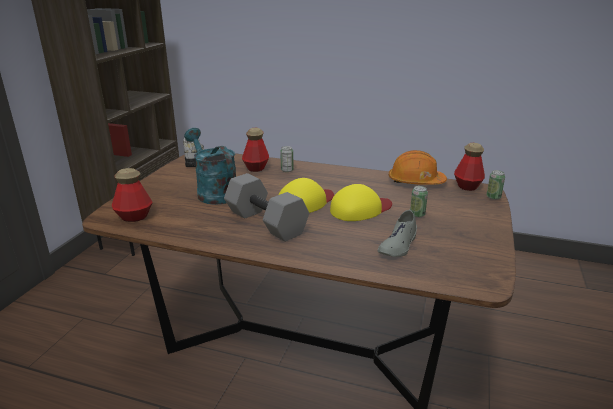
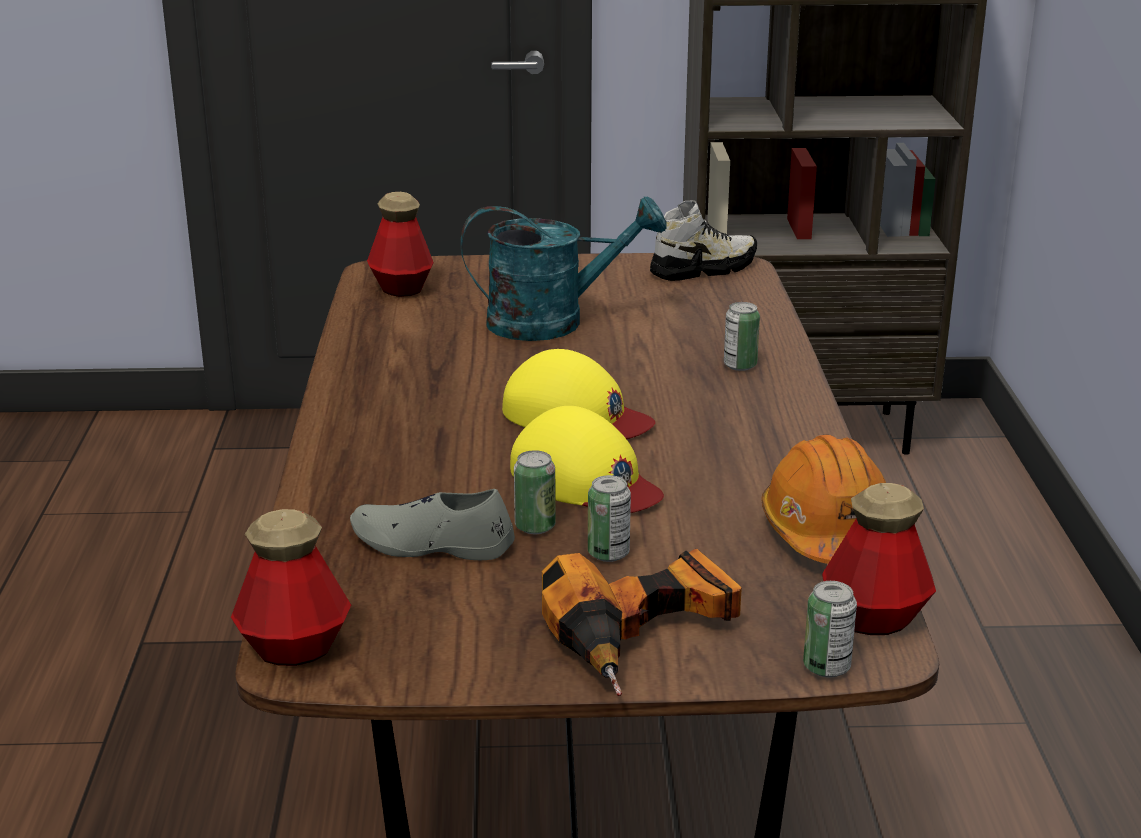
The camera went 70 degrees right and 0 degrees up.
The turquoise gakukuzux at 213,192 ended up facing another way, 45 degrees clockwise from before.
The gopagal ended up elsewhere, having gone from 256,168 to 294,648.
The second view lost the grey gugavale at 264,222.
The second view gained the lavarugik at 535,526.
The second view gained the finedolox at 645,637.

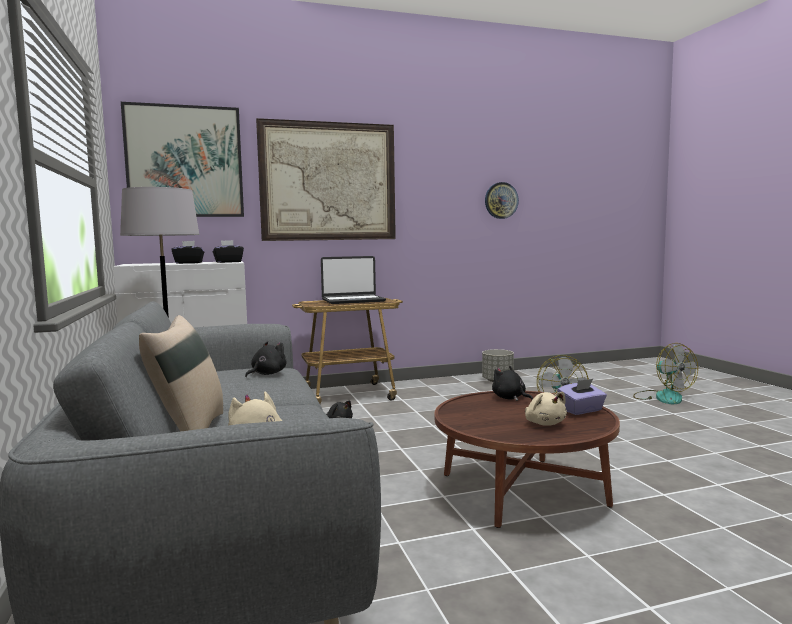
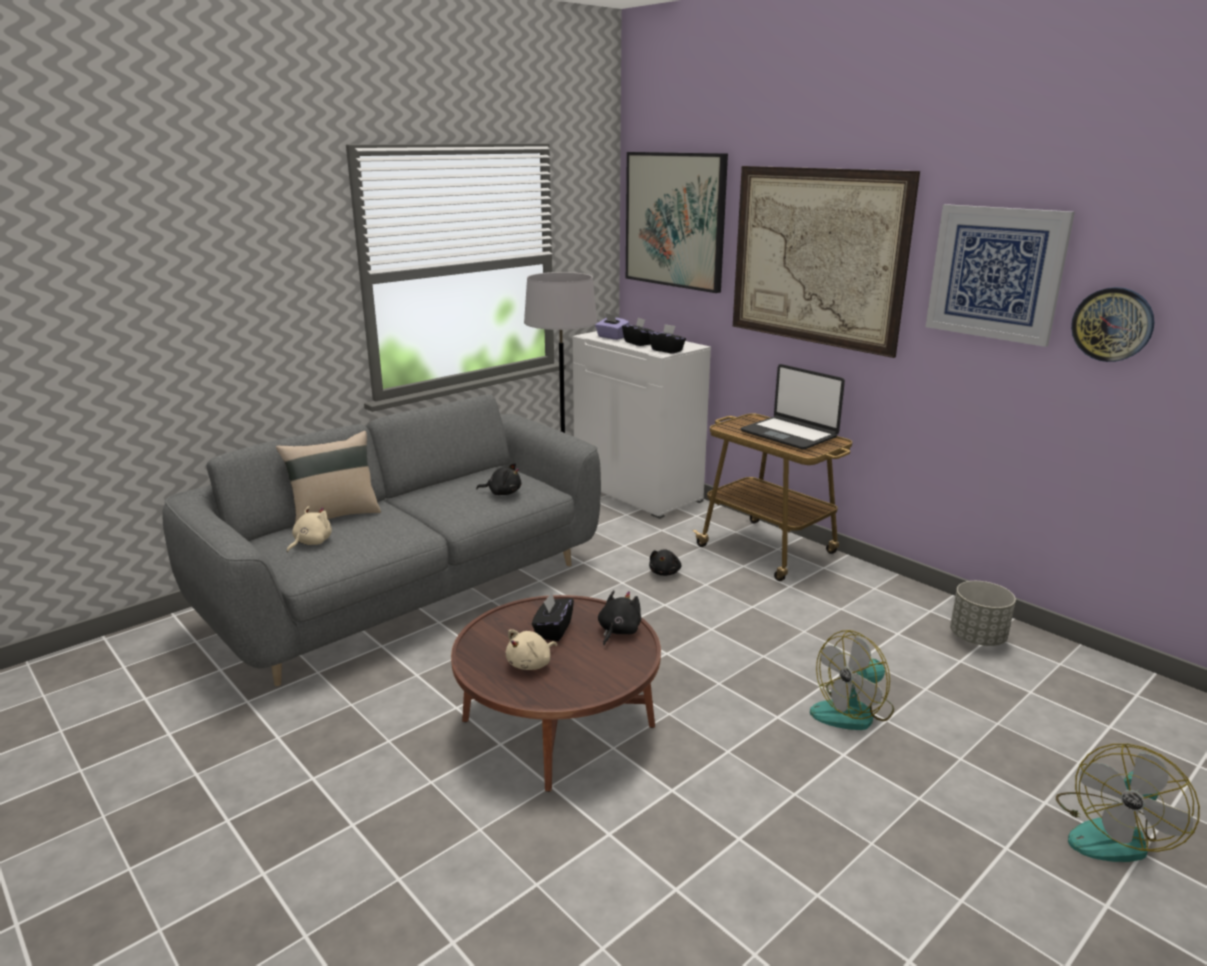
The camera went 65 degrees right and 15 degrees up.
The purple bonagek ended up elsewhere, having gone from 581,410 to 611,337.
The second view gained the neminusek at 995,273.
The second view gained the black bonagek at 553,630.

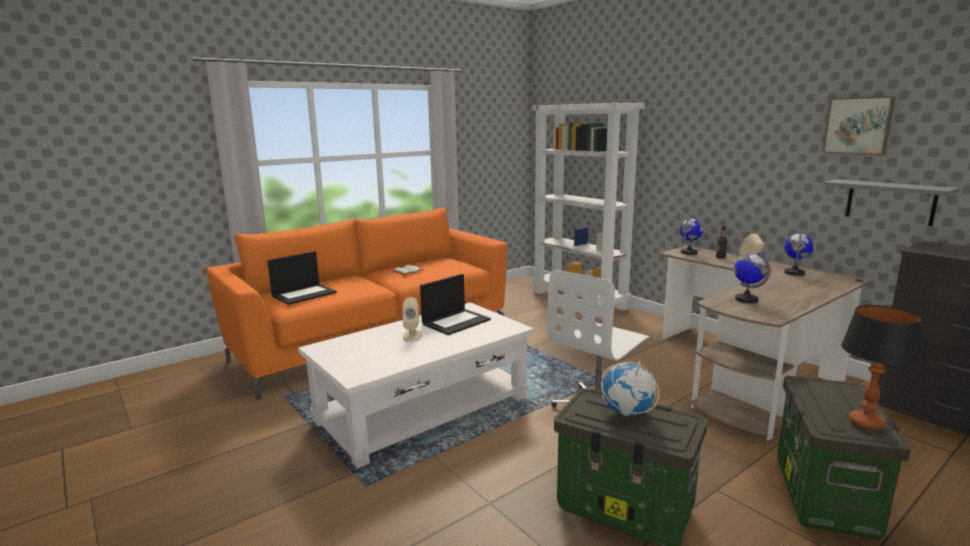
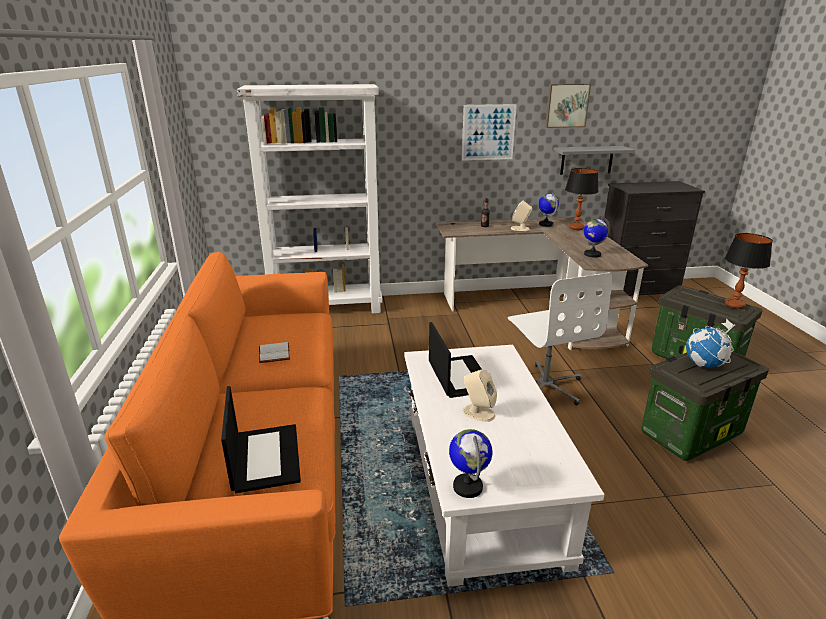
The camera went 60 degrees left and 10 degrees up.
The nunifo ended up elsewhere, having gone from 689,252 to 468,486.
The second view gained the neminusek at 488,132.
The second view gained the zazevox at 576,228.

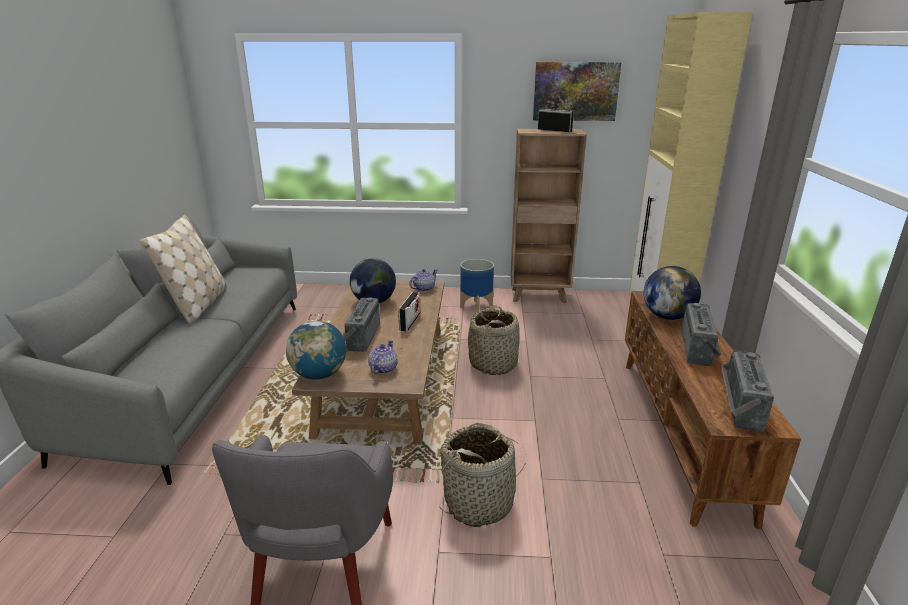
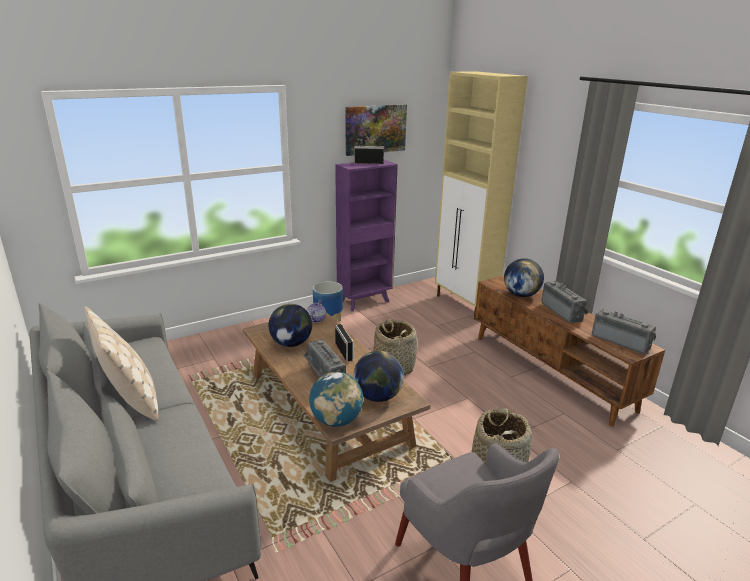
The camera went 35 degrees left and 0 degrees up.
What was the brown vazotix at 540,296 turned into the purple vazotix at 365,301.
Where the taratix stood at 382,369, the nunifo came to stand at 377,397.
The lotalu at 737,405 ended up facing another way, 150 degrees clockwise from before.

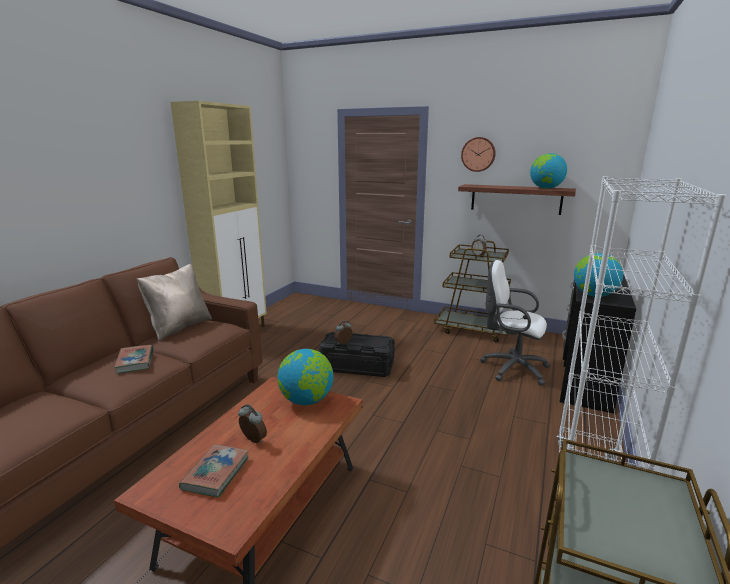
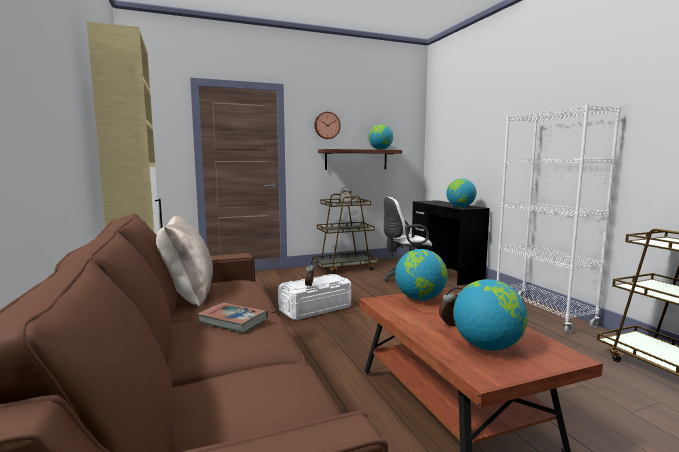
The camera went 45 degrees left and 10 degrees down.
What was the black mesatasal at 357,366 turned into the white mesatasal at 315,309.
Where the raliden stood at 216,473, the nunifo came to stand at 487,346.

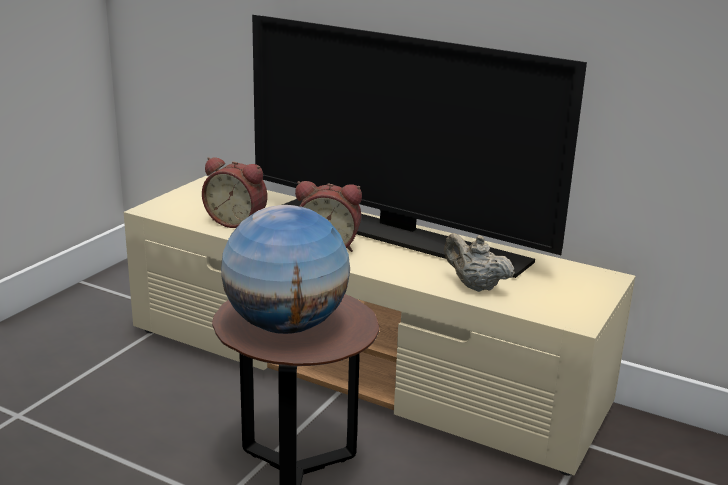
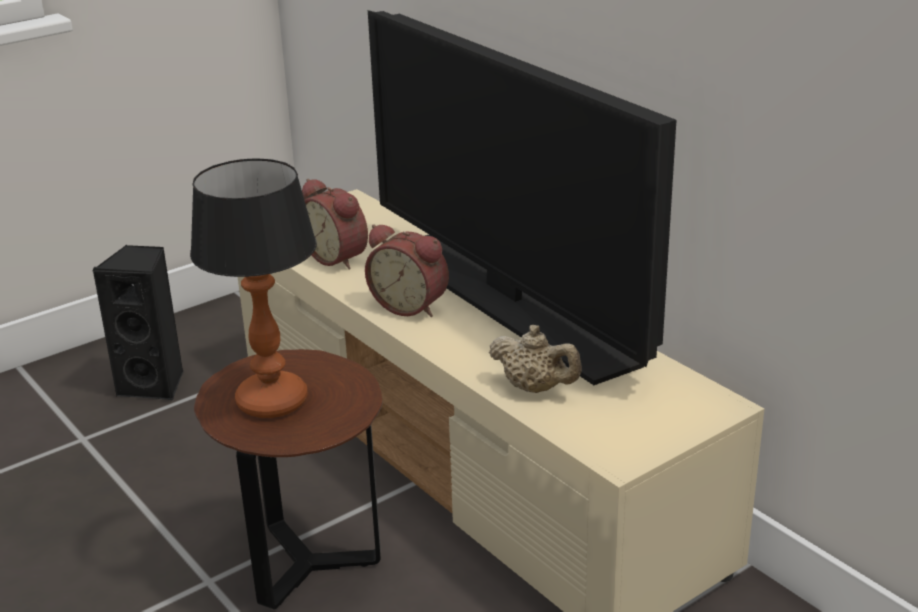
The camera went 25 degrees right and 5 degrees up.
Where the nunifo stood at 286,325, the zazevox came to stand at 271,402.
The beige taratix at 475,286 ended up facing another way, 150 degrees clockwise from before.
The second view gained the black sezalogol at 155,384.

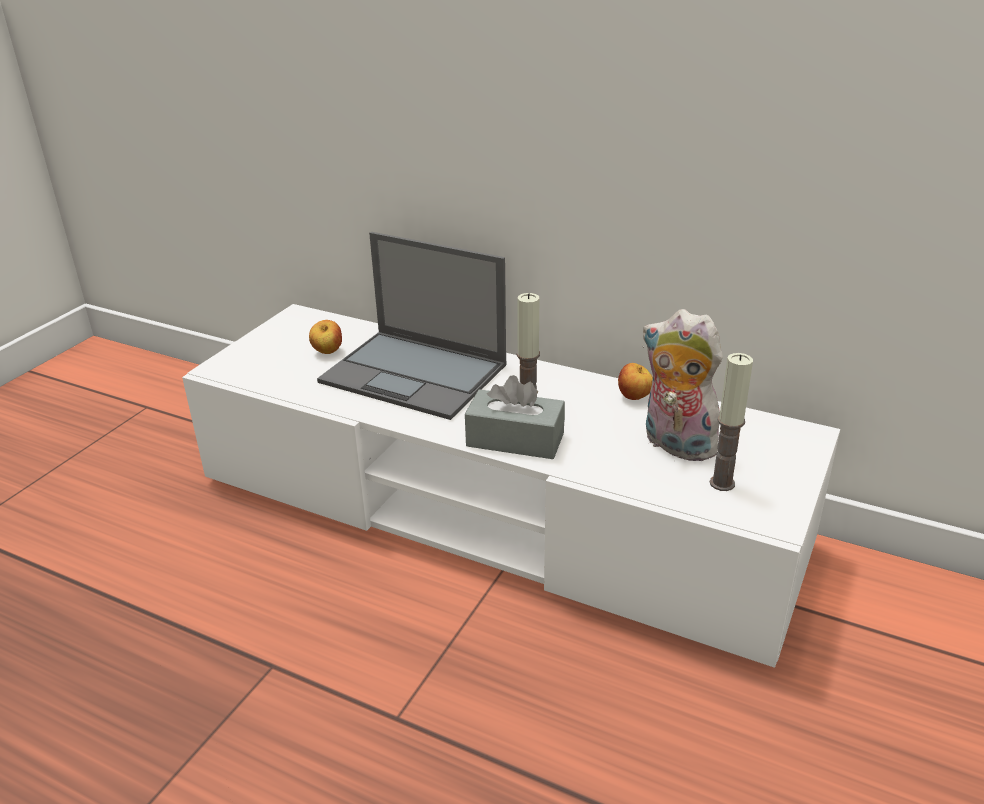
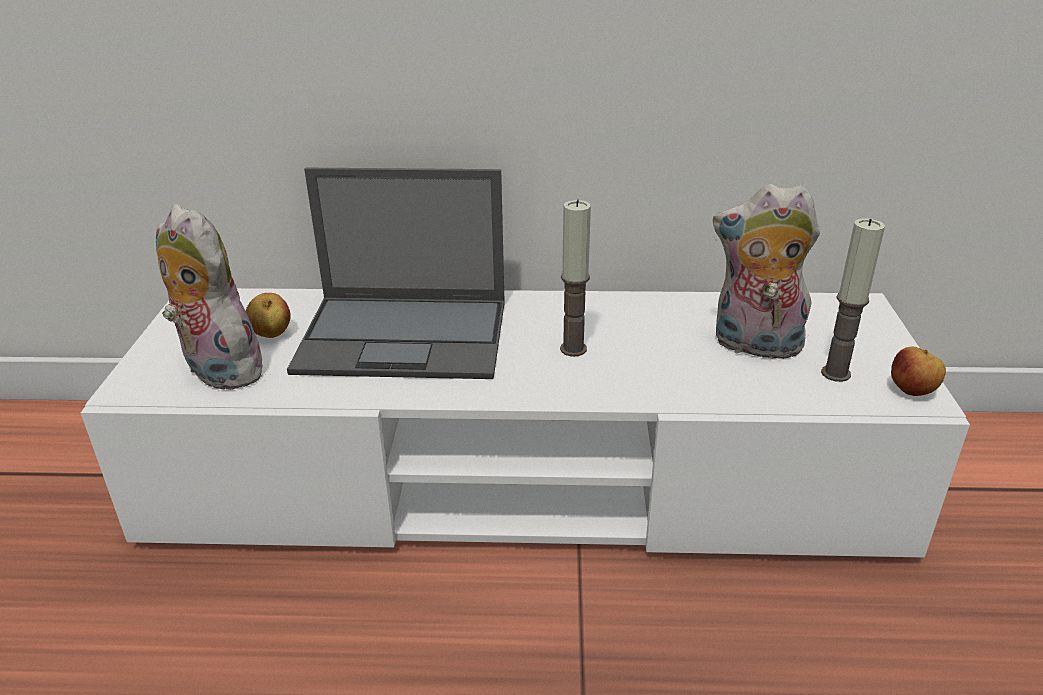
The camera went 25 degrees left and 0 degrees up.
The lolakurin ended up elsewhere, having gone from 634,398 to 912,392.
The second view lost the grey bonagek at 515,440.
The second view gained the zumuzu at 217,371.

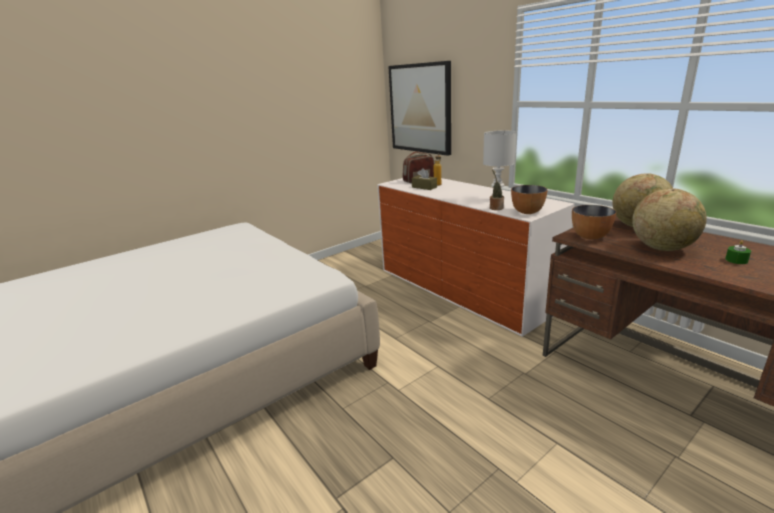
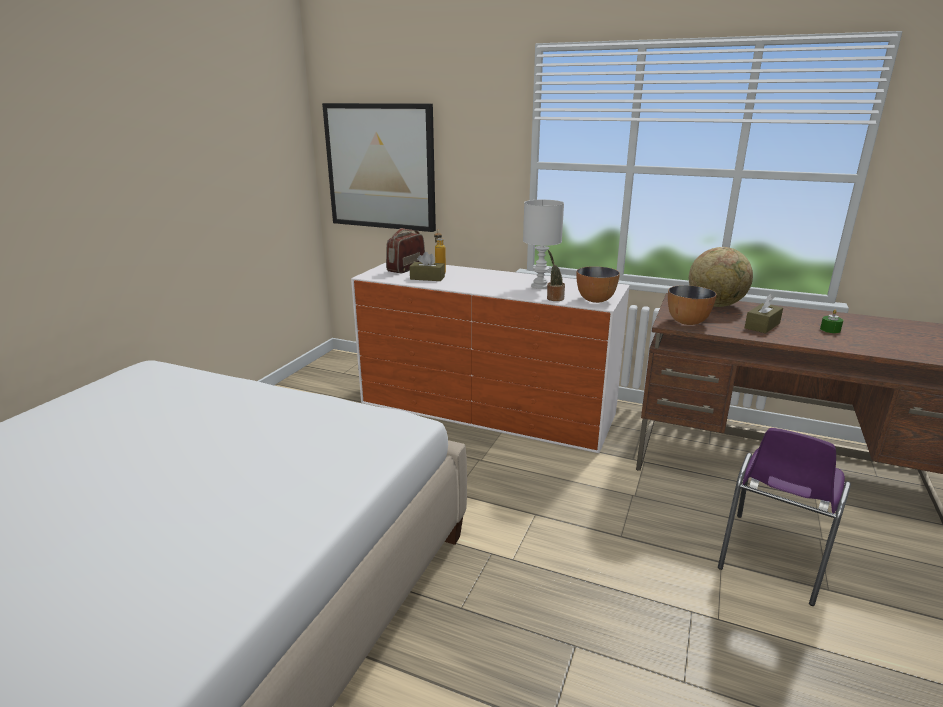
The camera went 30 degrees left and 0 degrees up.
Where the nunifo stood at 662,248, the brown bonagek came to stand at 762,325.
The second view gained the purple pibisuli at 772,559.

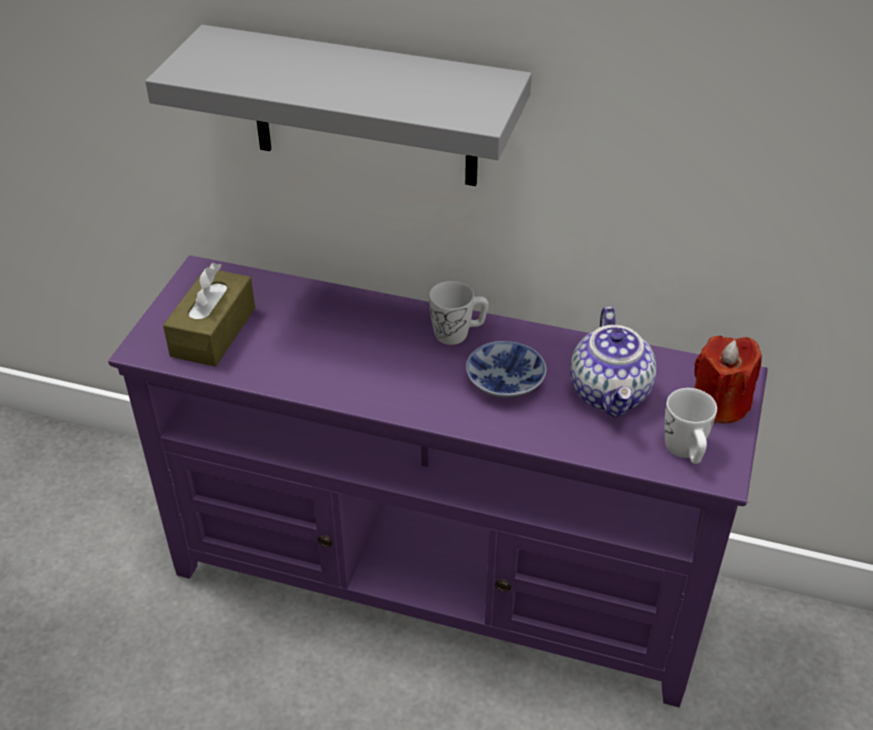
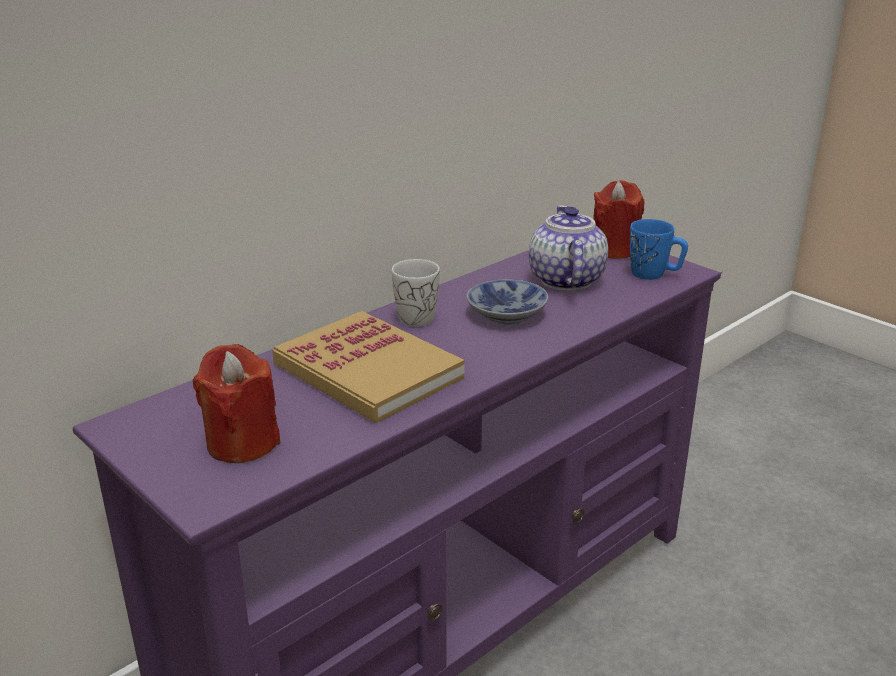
The camera went 60 degrees left and 15 degrees down.
The second view lost the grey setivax at 364,108.
Where the brown bonagek stood at 213,332, the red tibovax came to stand at 242,443.
The taratix at 611,393 ended up facing another way, 120 degrees counterclockwise from before.
What was the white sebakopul at 685,451 turned into the blue sebakopul at 654,274.
The second view gained the raliden at 367,371.

